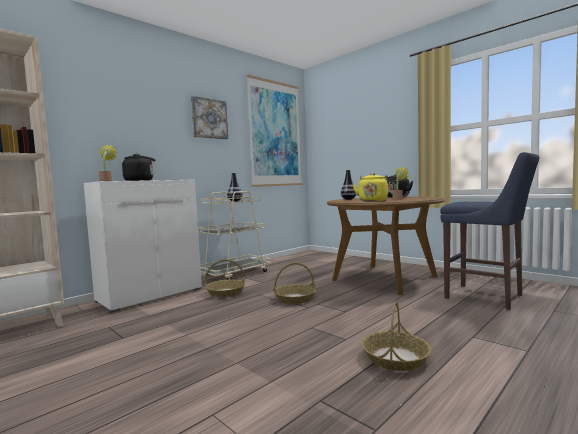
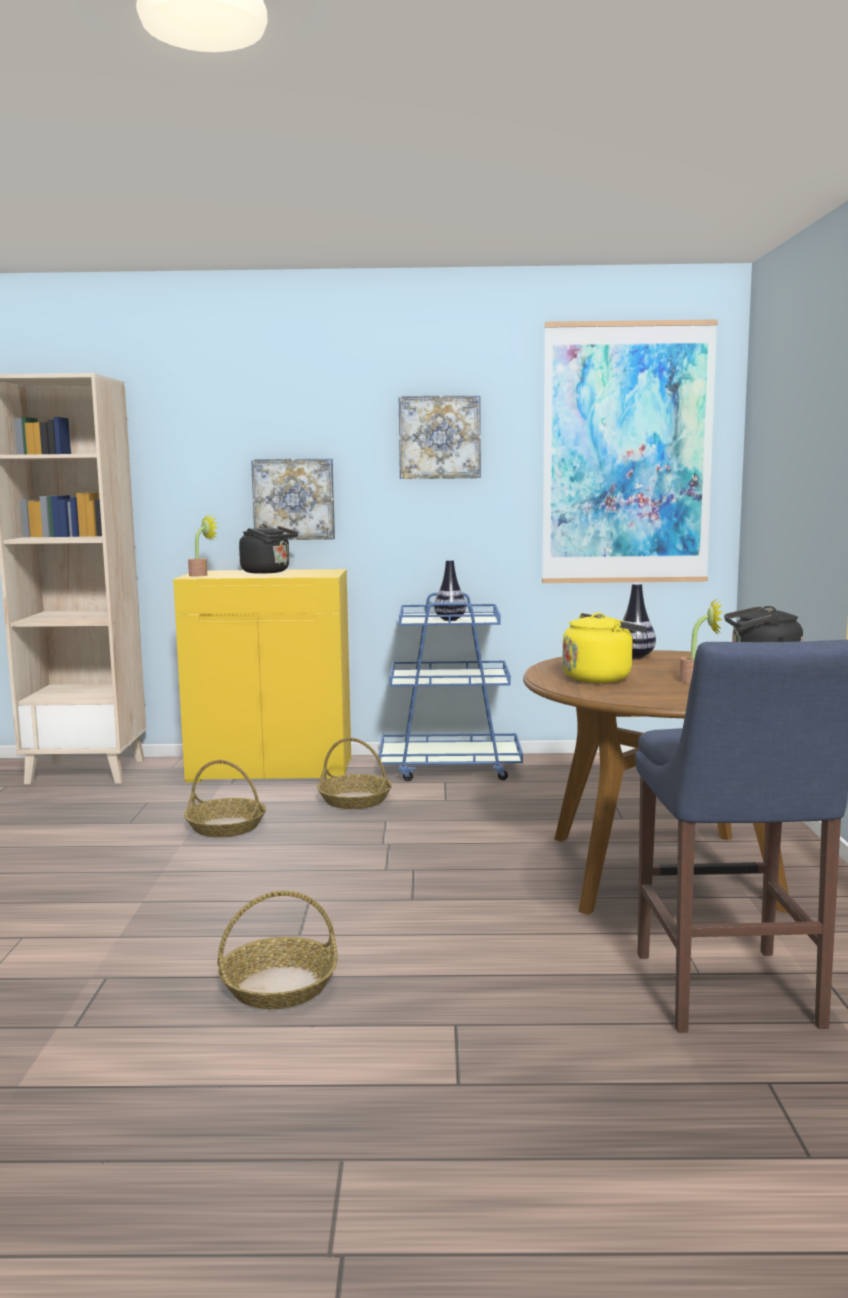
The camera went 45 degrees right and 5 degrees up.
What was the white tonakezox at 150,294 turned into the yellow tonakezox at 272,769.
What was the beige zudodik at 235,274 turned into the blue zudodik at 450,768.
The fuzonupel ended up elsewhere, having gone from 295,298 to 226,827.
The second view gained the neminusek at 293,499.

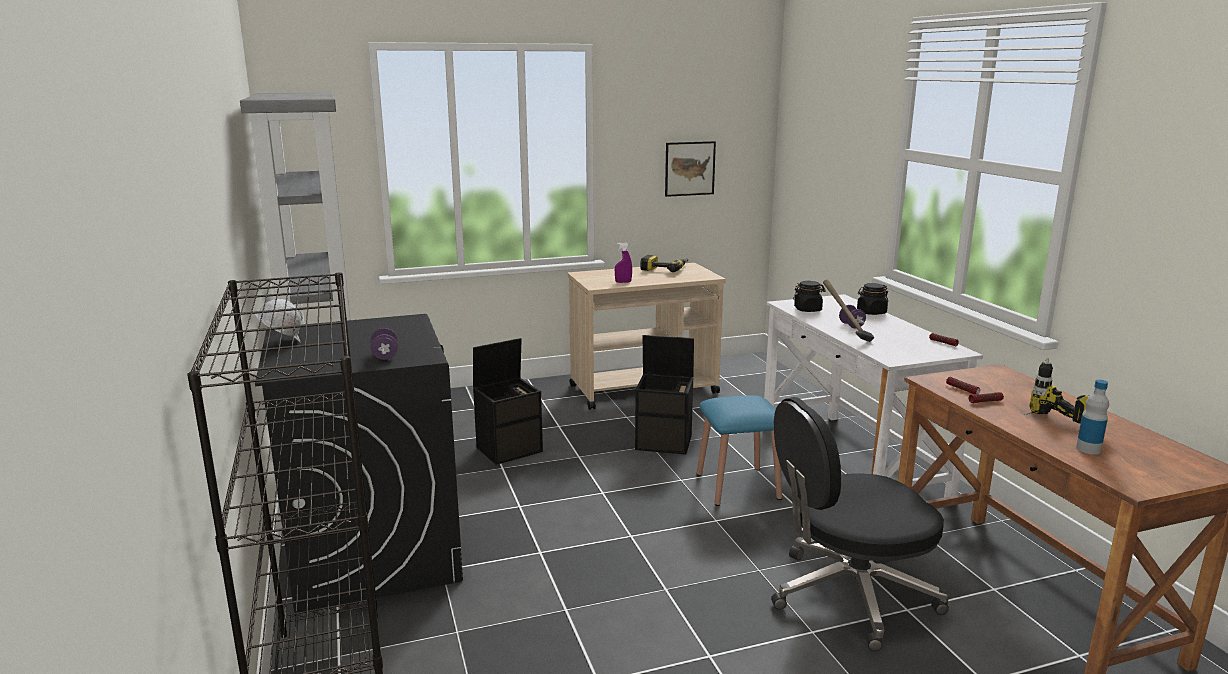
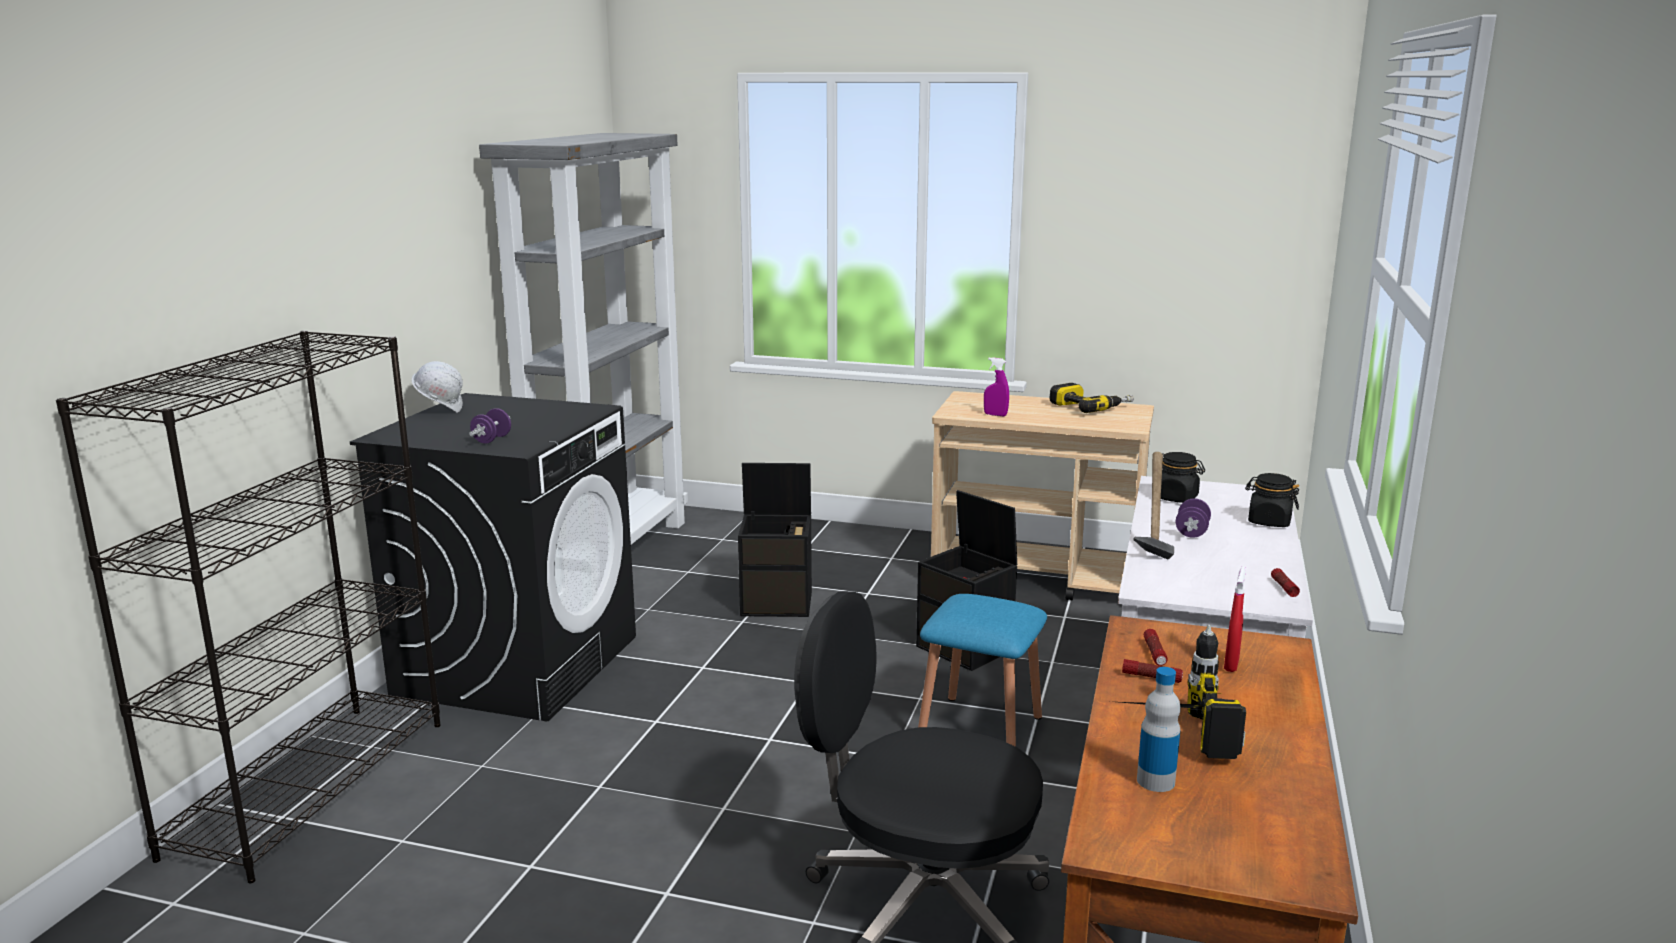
The camera went 35 degrees right and 0 degrees up.
The second view lost the neminusek at 689,168.
The second view gained the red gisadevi at 1231,664.

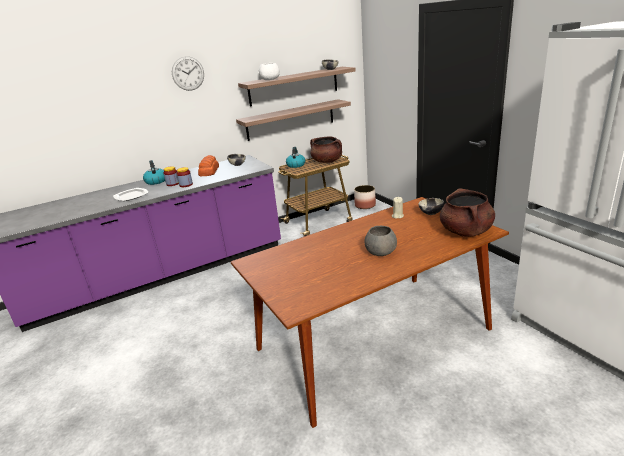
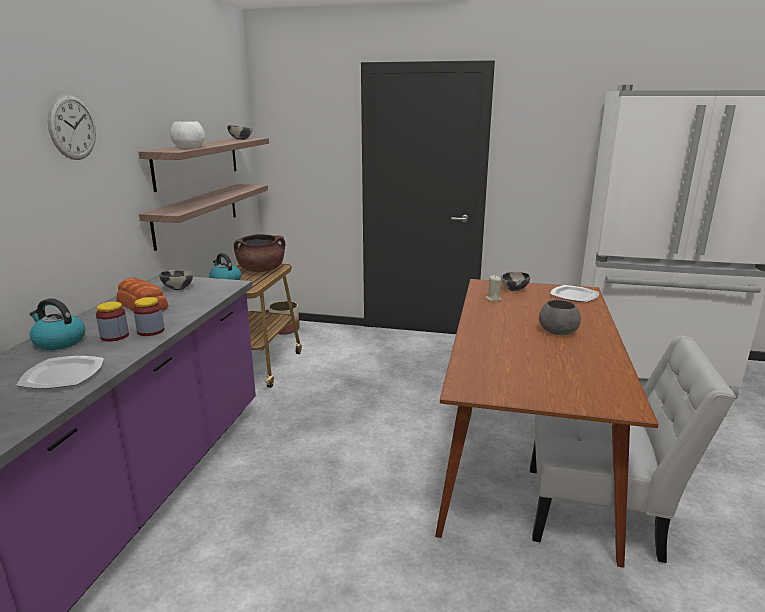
The camera went 50 degrees left and 5 degrees down.
Where the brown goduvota stood at 466,232, the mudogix came to stand at 575,295.
The second view gained the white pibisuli at 601,513.

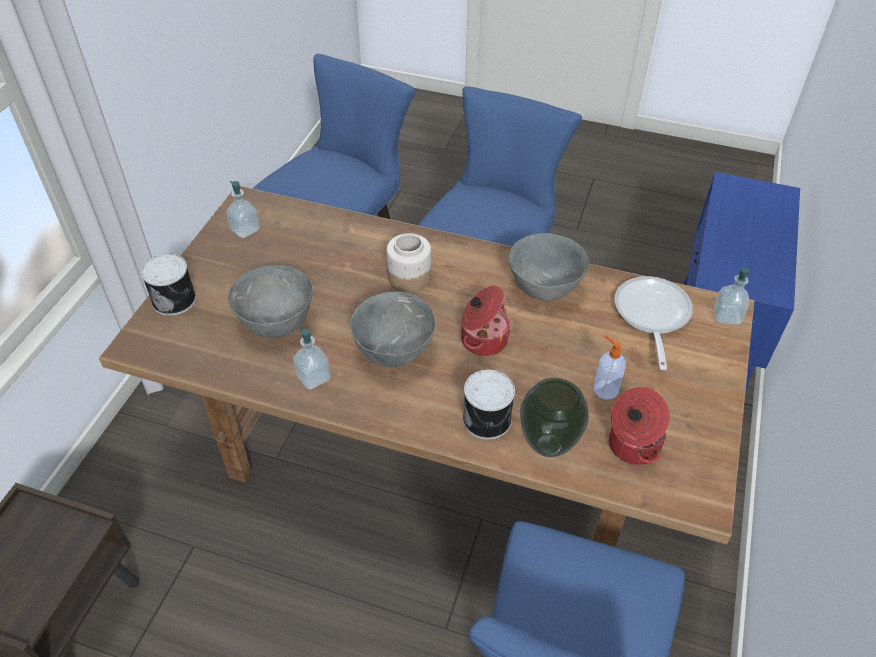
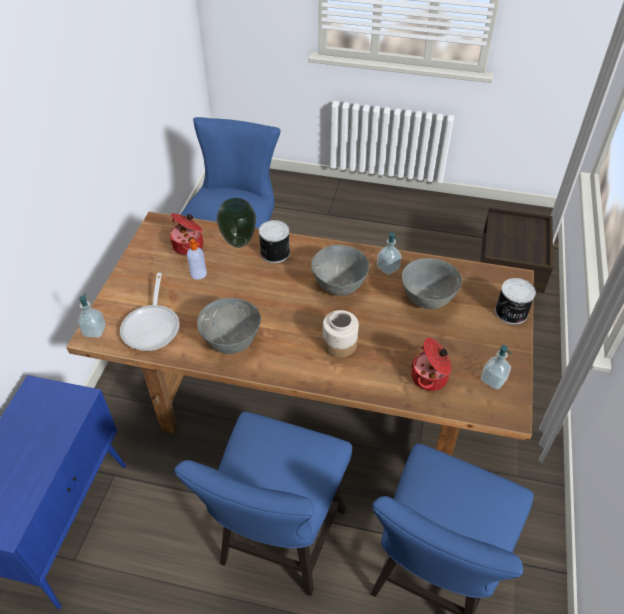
The camera went 175 degrees right and 0 degrees up.
The goduvota ended up elsewhere, having gone from 482,339 to 430,378.

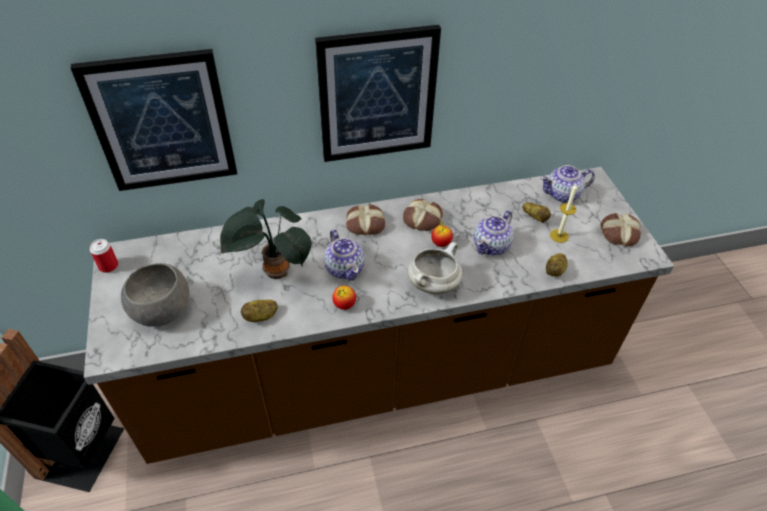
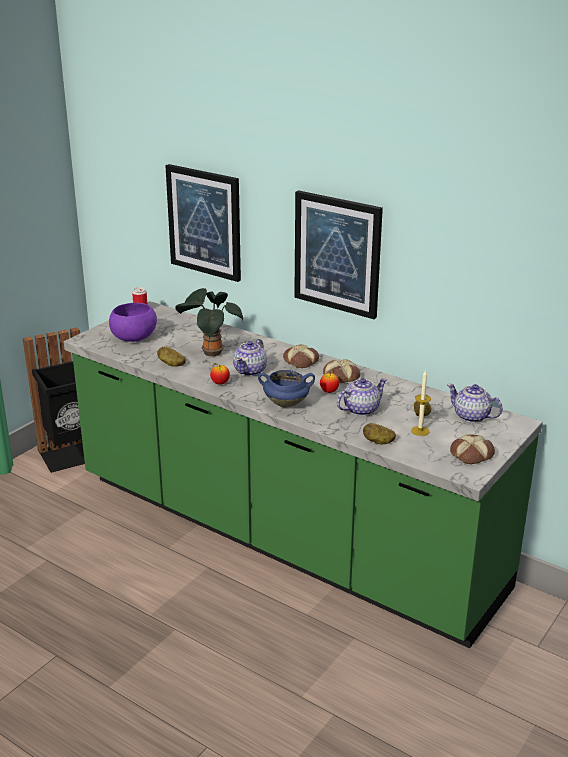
The camera went 50 degrees right and 20 degrees down.
What was the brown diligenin at 380,374 turned into the green diligenin at 283,535.
The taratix at 492,246 ended up facing another way, 150 degrees clockwise from before.
What was the white goduvota at 433,284 turned into the blue goduvota at 286,403.
What was the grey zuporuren at 161,309 turned into the purple zuporuren at 134,337.

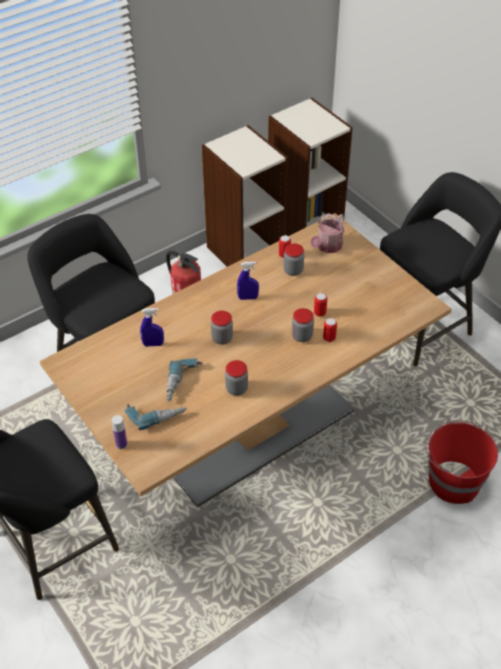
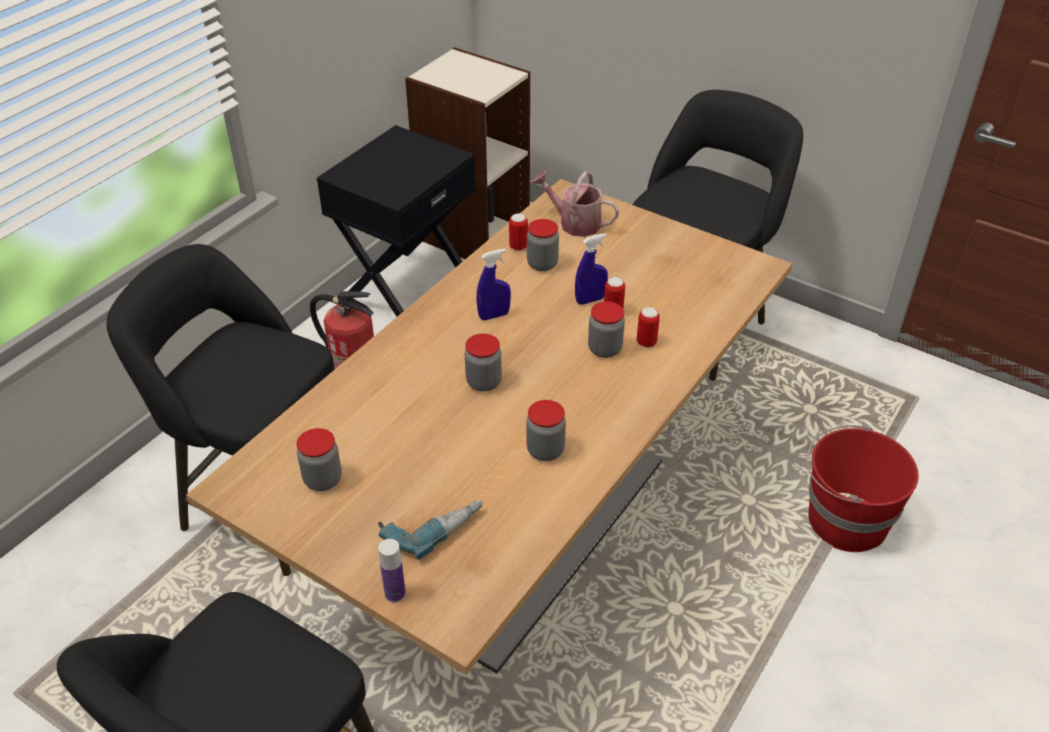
The camera went 20 degrees left and 5 degrees down.
Where the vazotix stood at 244,252, the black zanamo came to stand at 406,289.
The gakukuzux at 327,247 ended up facing another way, 105 degrees clockwise from before.
The blue gisadevi ended up elsewhere, having gone from 153,344 to 590,300.
The second view lost the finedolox at 183,383.
The second view gained the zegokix at 323,480.

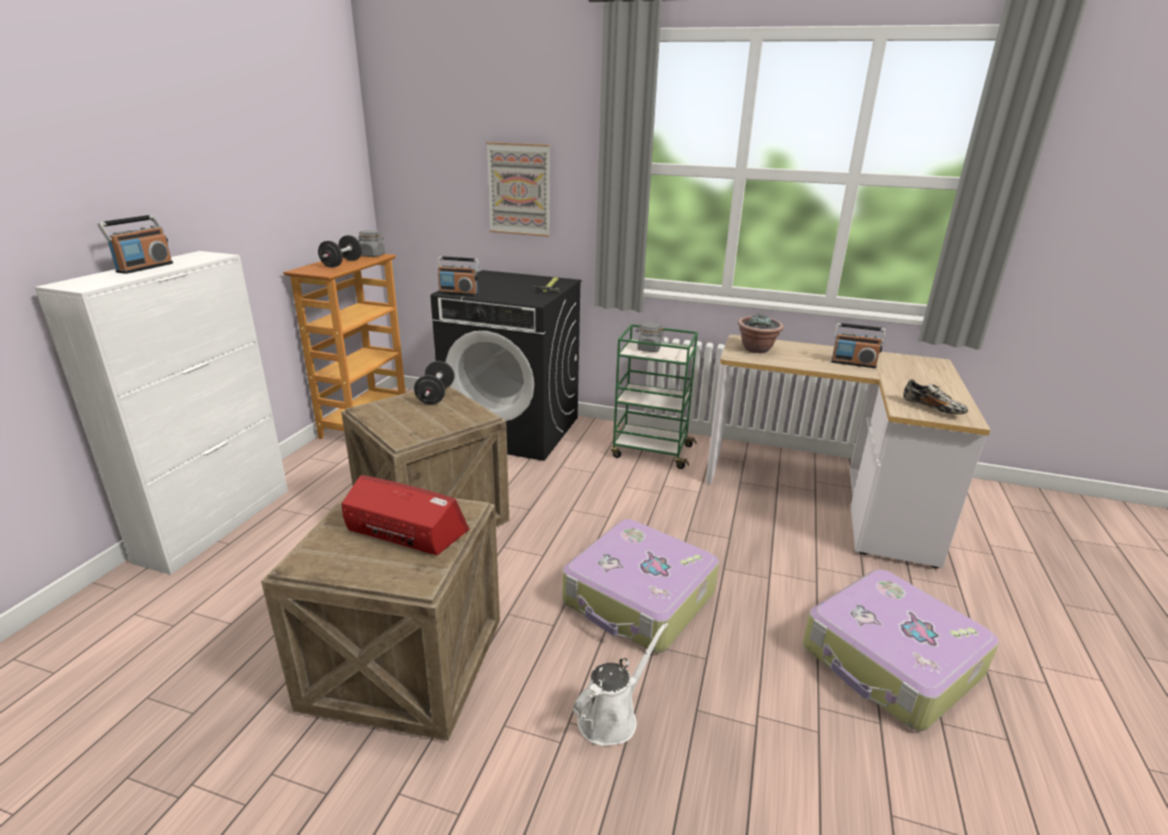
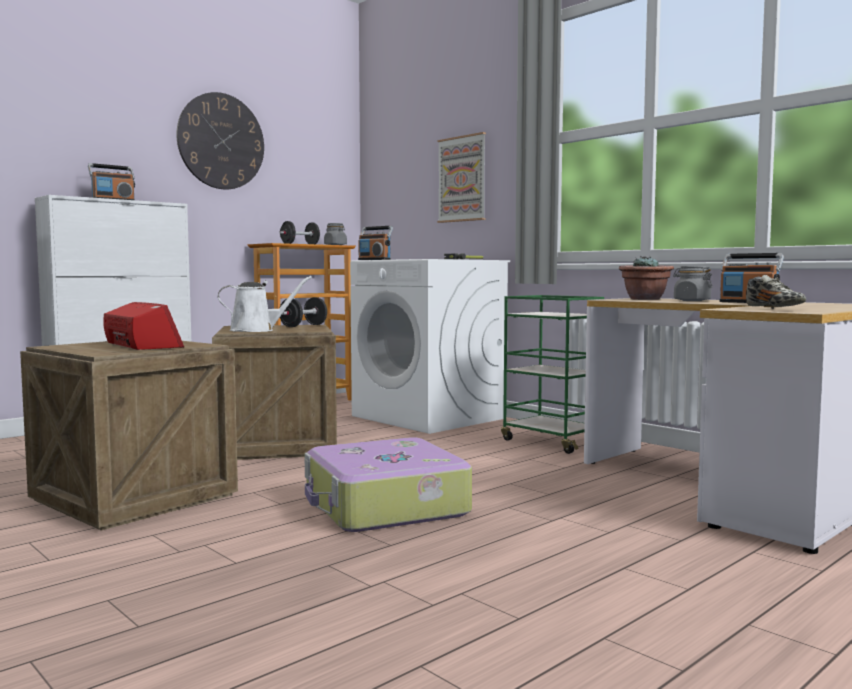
The camera went 30 degrees right and 20 degrees down.
What was the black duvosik at 514,429 turned into the white duvosik at 429,417.
The grey zegokix ended up elsewhere, having gone from 648,349 to 691,300.
The second view lost the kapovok at 891,662.
The white gakukuzux ended up elsewhere, having gone from 612,716 to 257,330.
The second view gained the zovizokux at 221,141.

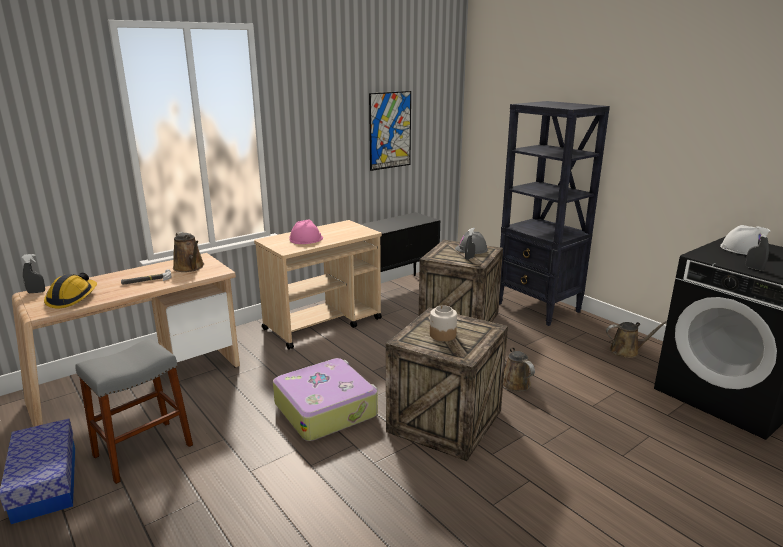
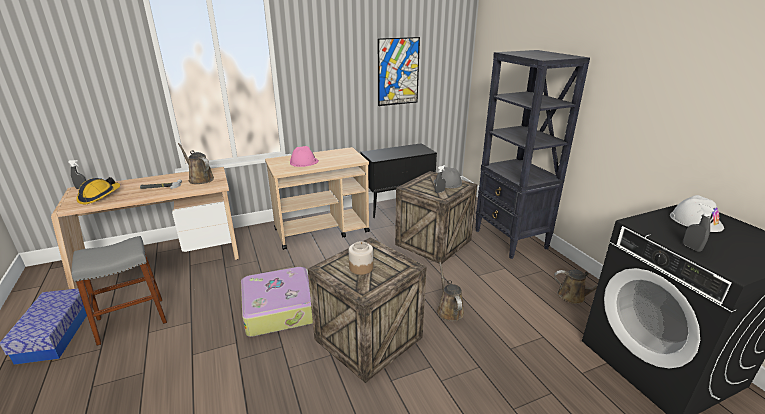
The camera went 15 degrees right and 5 degrees up.
The brown gakukuzux at 190,267 ended up facing another way, 150 degrees clockwise from before.

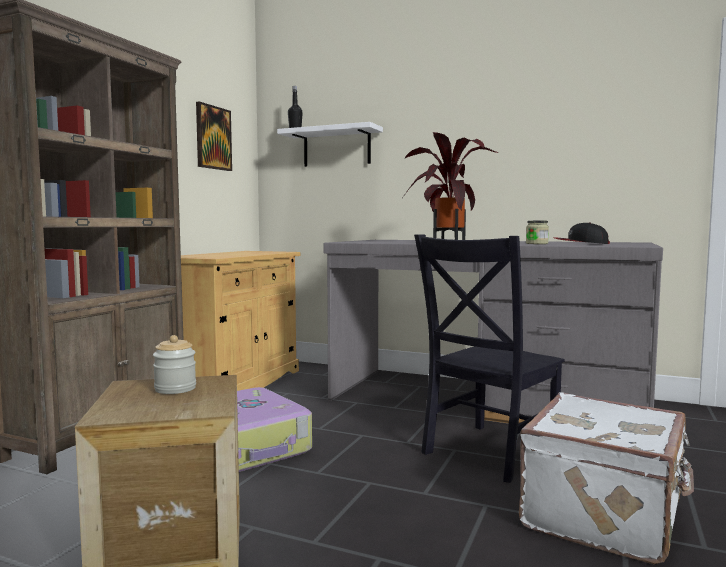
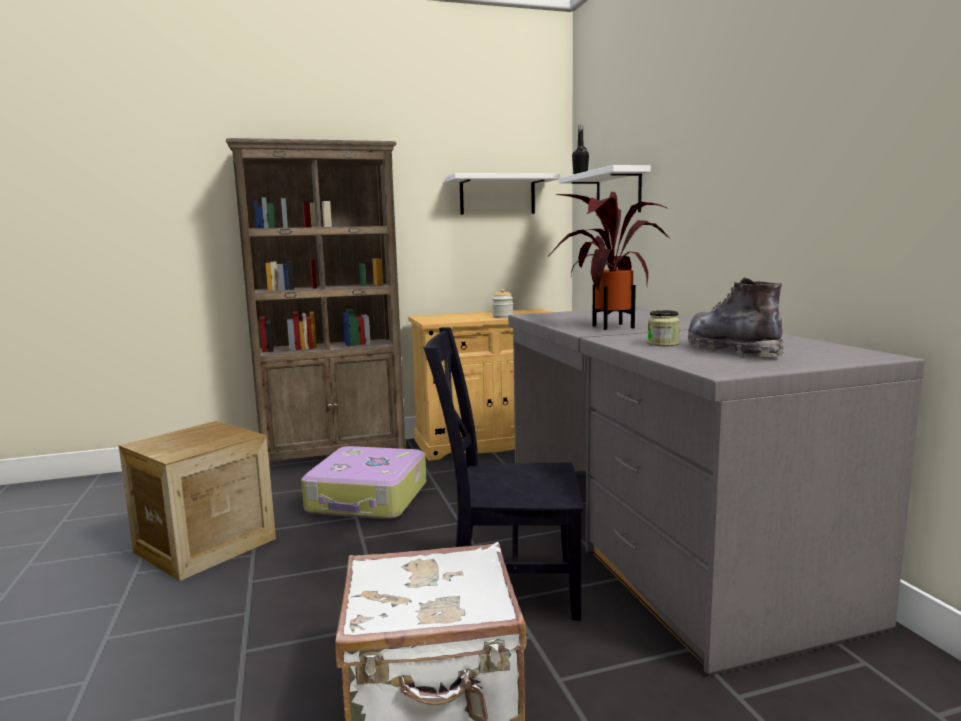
The camera went 50 degrees right and 5 degrees up.
Where the neminusek hung at 213,137, the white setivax came to hang at 497,195.
Where the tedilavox stood at 580,243, the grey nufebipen came to stand at 732,350.
The zegokix ended up elsewhere, having gone from 175,389 to 503,317.

